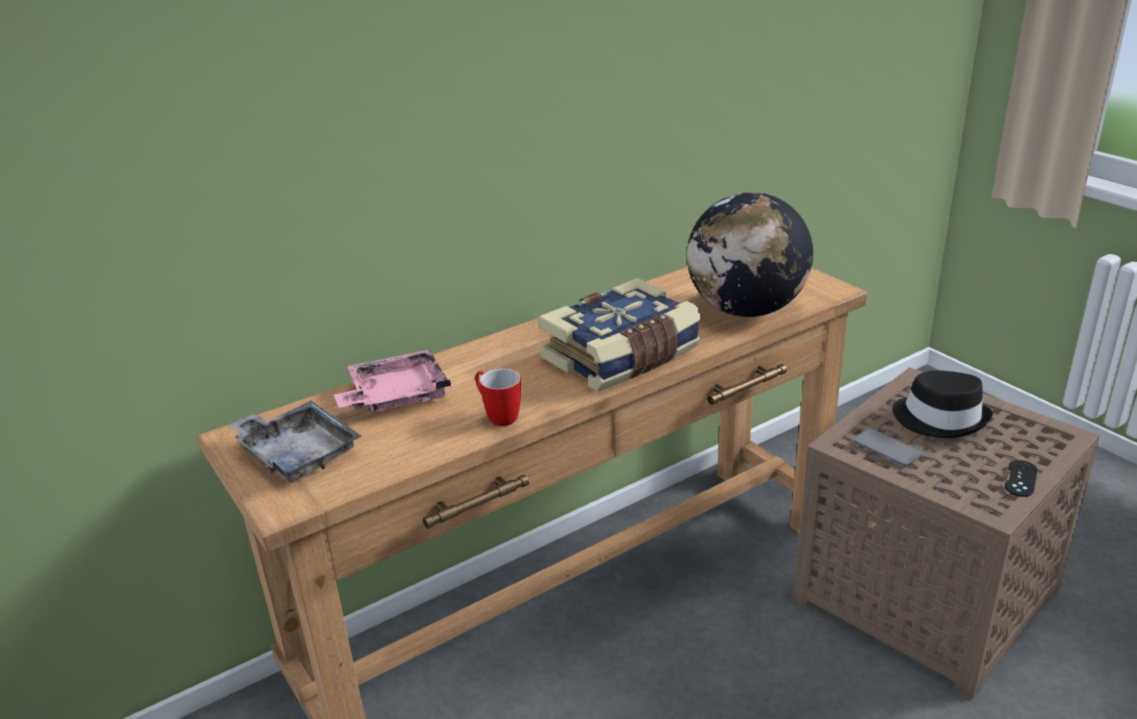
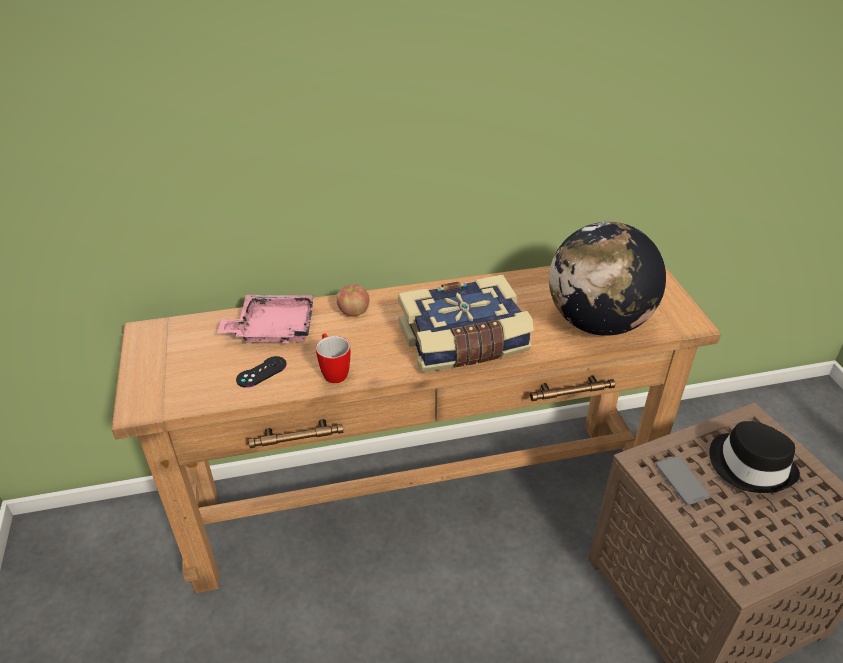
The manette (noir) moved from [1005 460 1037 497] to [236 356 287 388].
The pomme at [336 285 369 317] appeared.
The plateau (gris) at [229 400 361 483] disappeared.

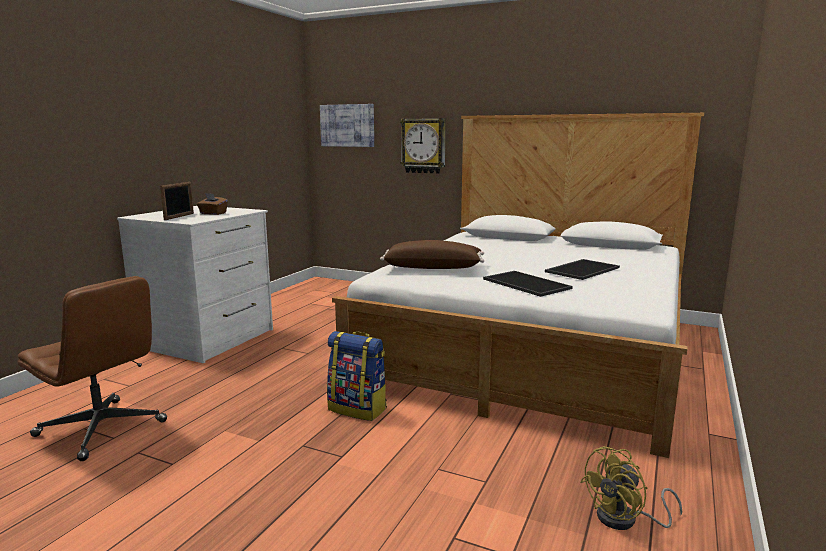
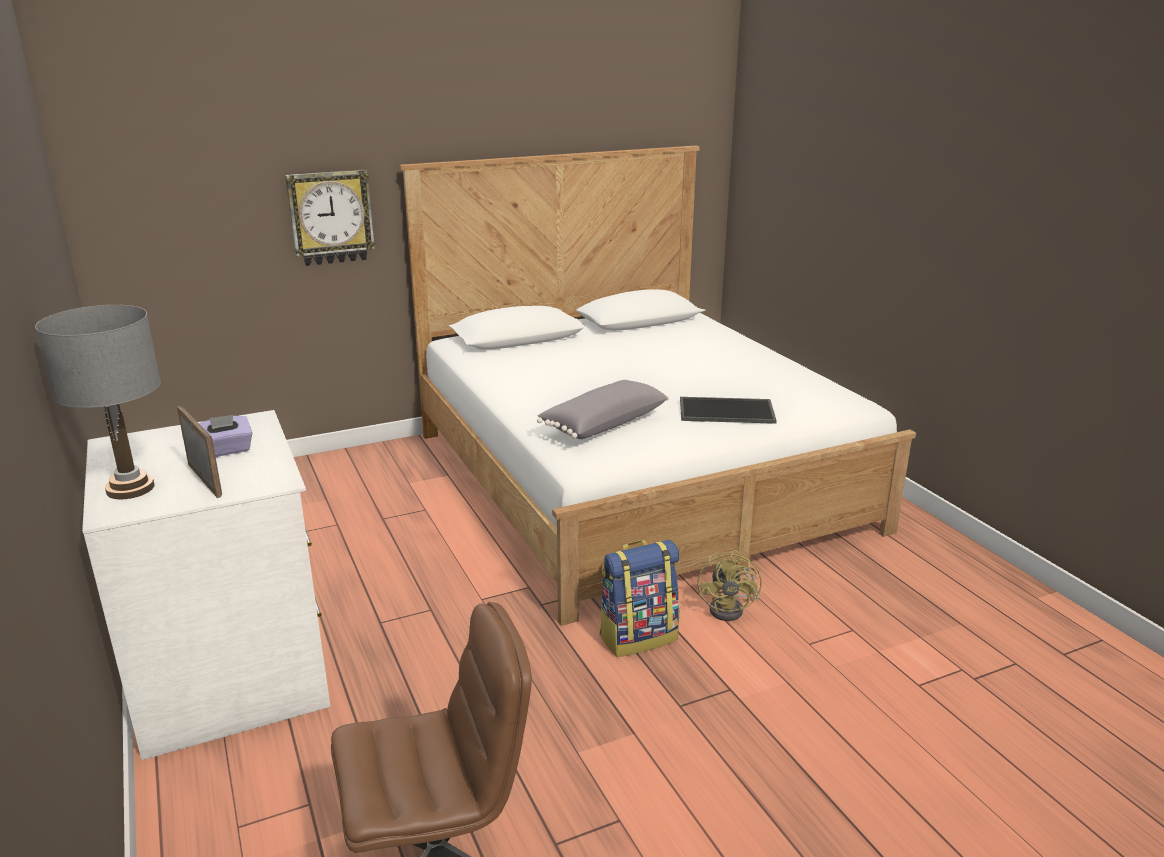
The lampe de table (gris) at [35 305 161 499] appeared.
The boîte à mouchoirs (marron) at [197 193 228 215] became the boîte à mouchoirs (violet) at [199 415 253 457].
The coussin (marron) at [380 240 484 269] became the coussin (gris) at [537 380 669 439].
The ventilateur (jaune) moved from [580 446 682 530] to [698 550 762 621].
The tableau at [320 104 374 147] disappeared.
The plateau at [545 259 620 280] disappeared.

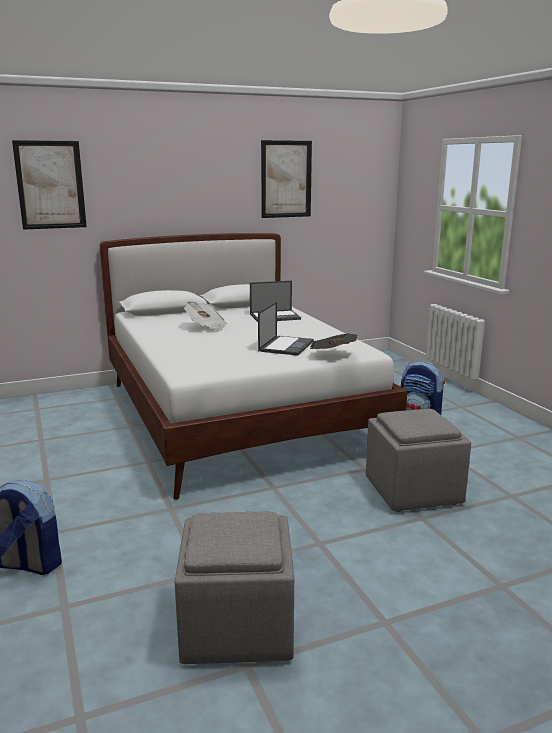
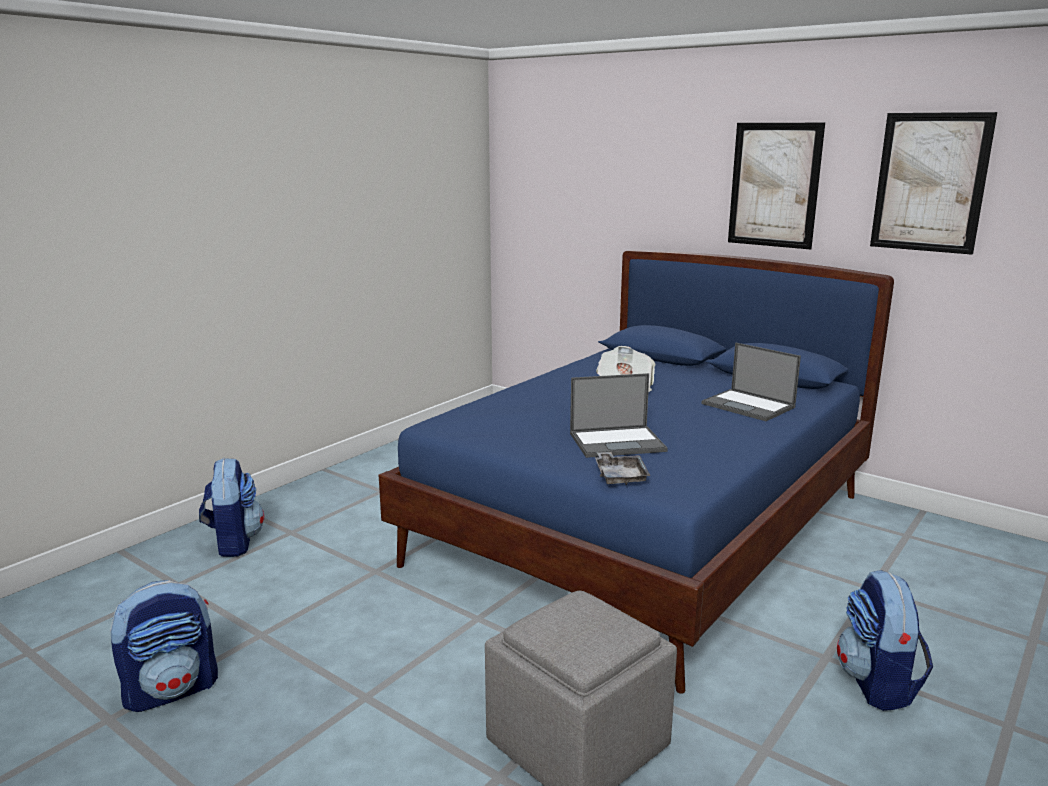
The pouf (gris) at [175 512 294 664] was replaced by the sac à dos at [110 580 218 712].
The lit (blanc) at [100 233 408 500] became the lit (bleu) at [379 250 894 694].
The journal at [310 333 358 349] was replaced by the plateau (gris) at [595 452 650 485].
The tableau moved from [12 140 87 230] to [728 123 825 250].

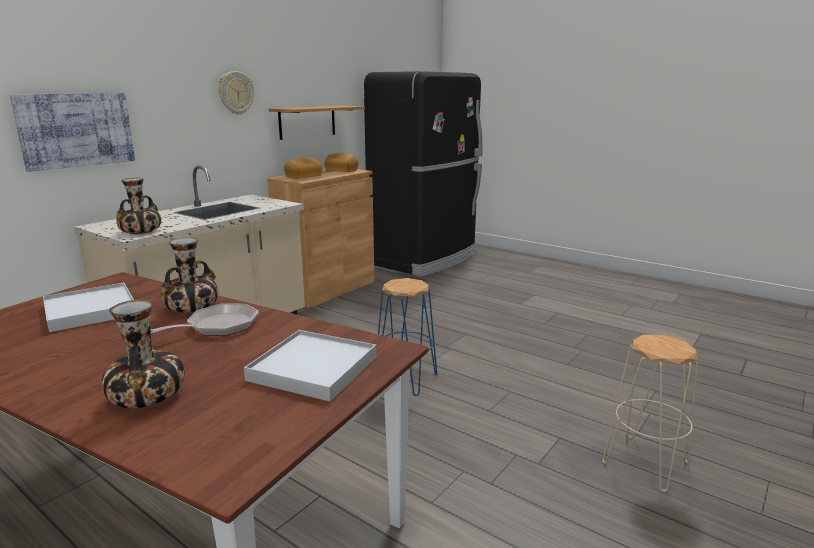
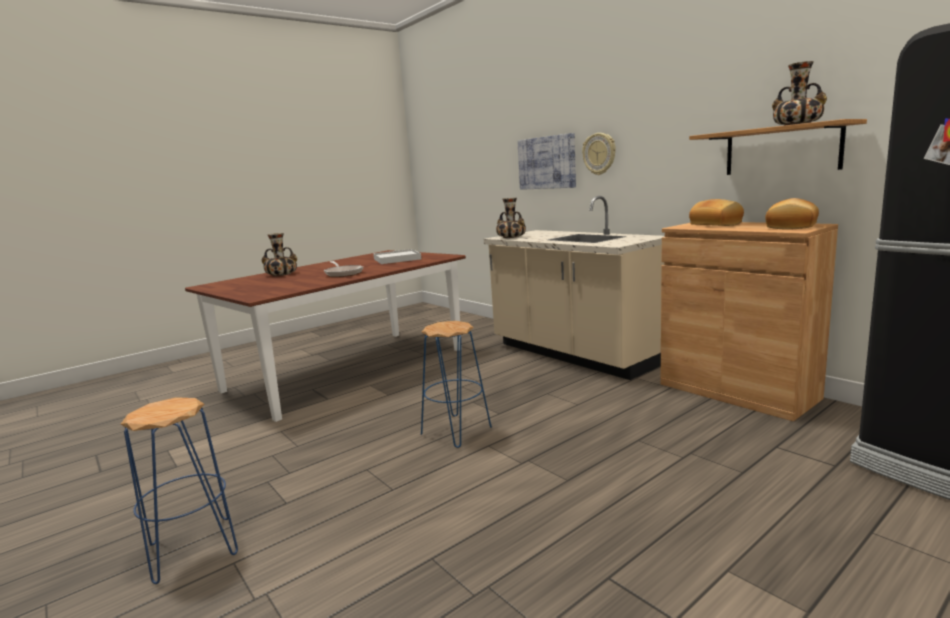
The tabouret (beige) at [603 335 698 492] became the tabouret (bleu) at [120 397 238 584].
The horloge murale moved from [218 71 254 115] to [582 133 616 175].
The vase moved from [160 237 218 313] to [772 61 827 126].
The plateau (blanc) at [244 330 376 401] disappeared.

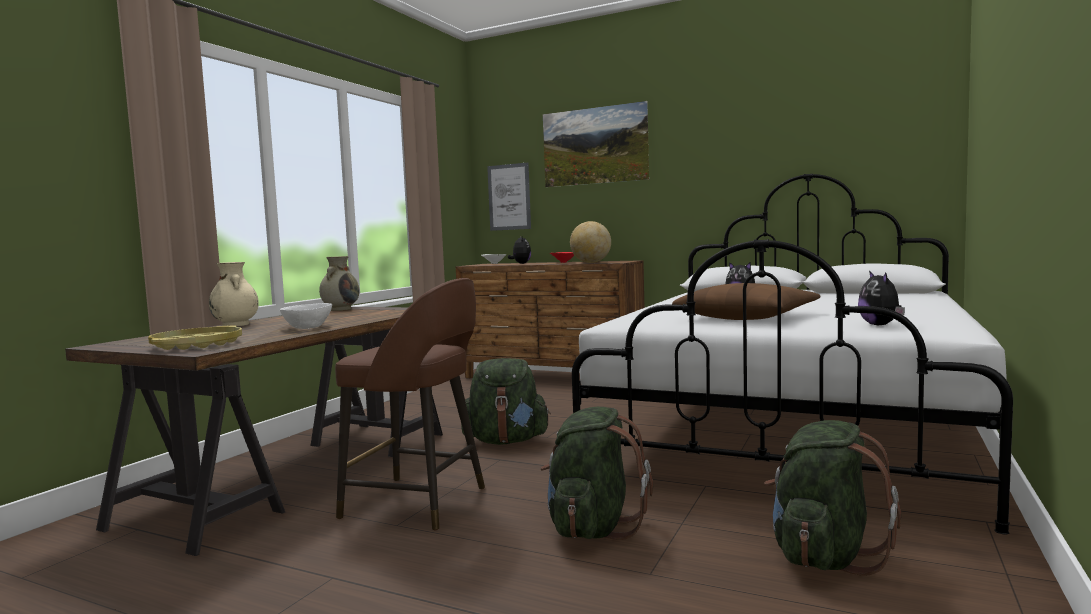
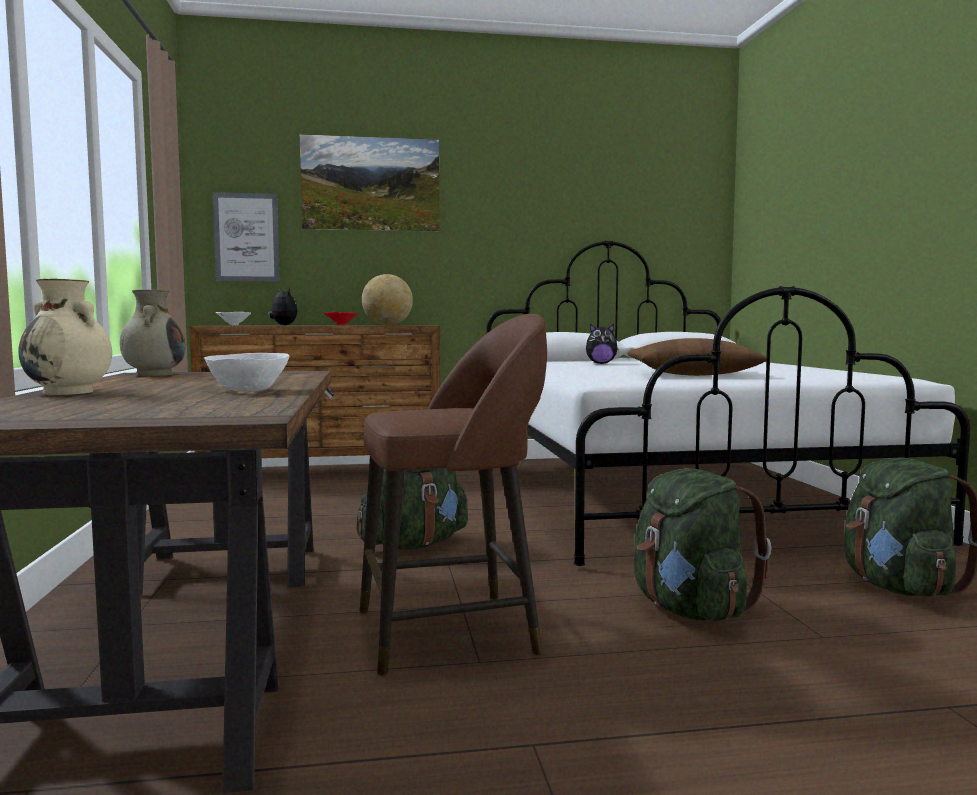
The plateau (jaune) at [148 326 242 350] disappeared.
The peluche at [858 271 905 325] disappeared.

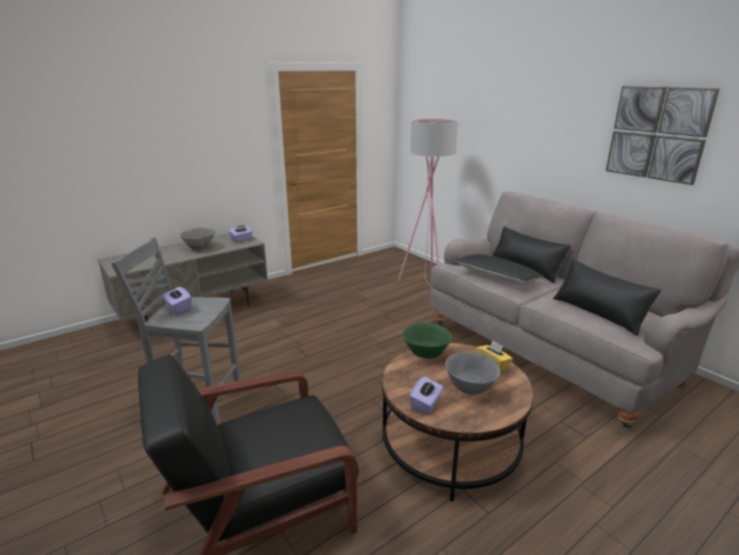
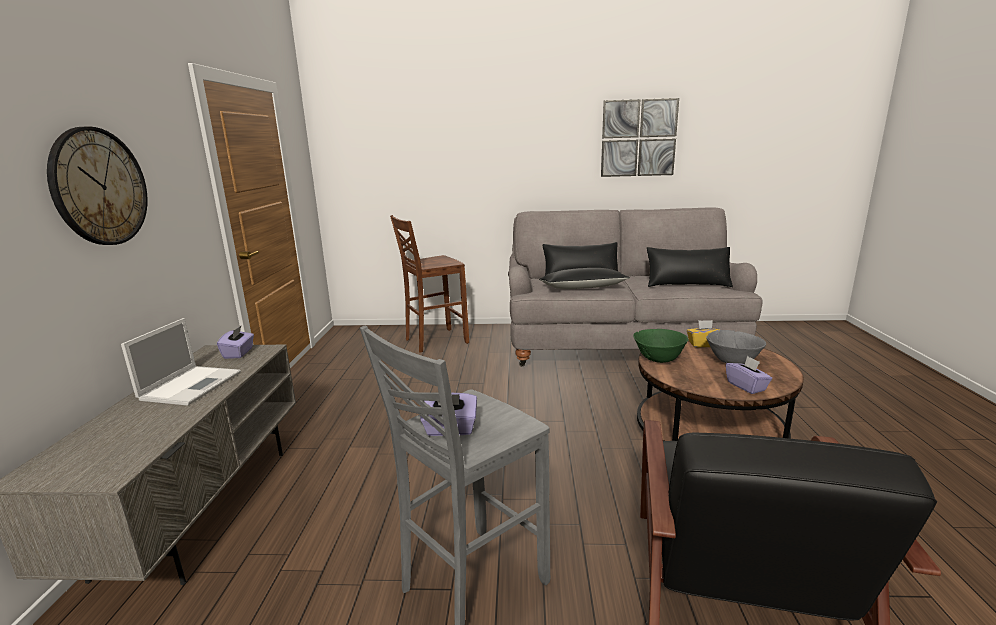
The horloge murale at [47 126 148 245] appeared.
The bol (gris) at [180 228 216 249] was replaced by the ordinateur portable at [121 318 241 406].
The lampadaire (rose) at [398 119 458 288] was replaced by the tabouret (marron) at [390 215 469 353].

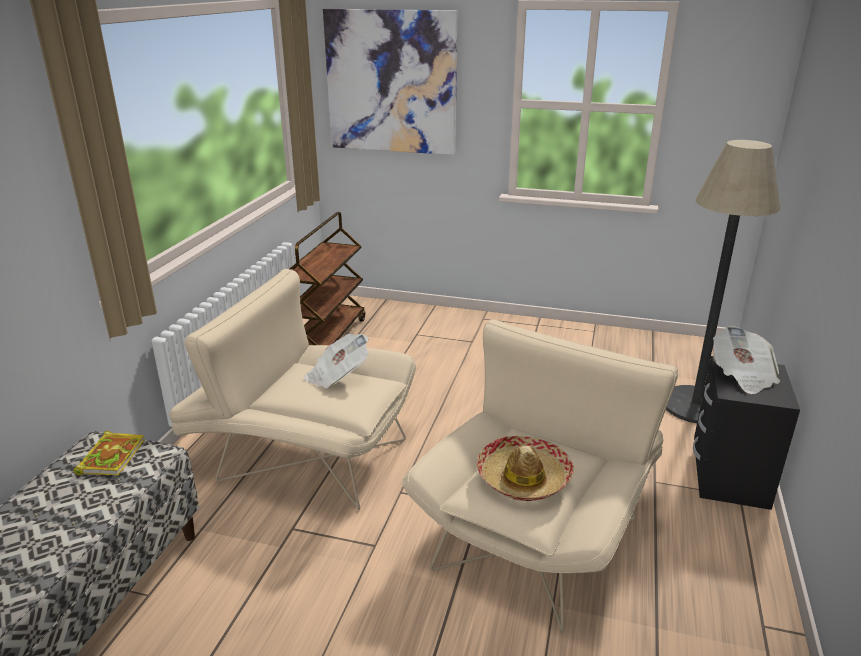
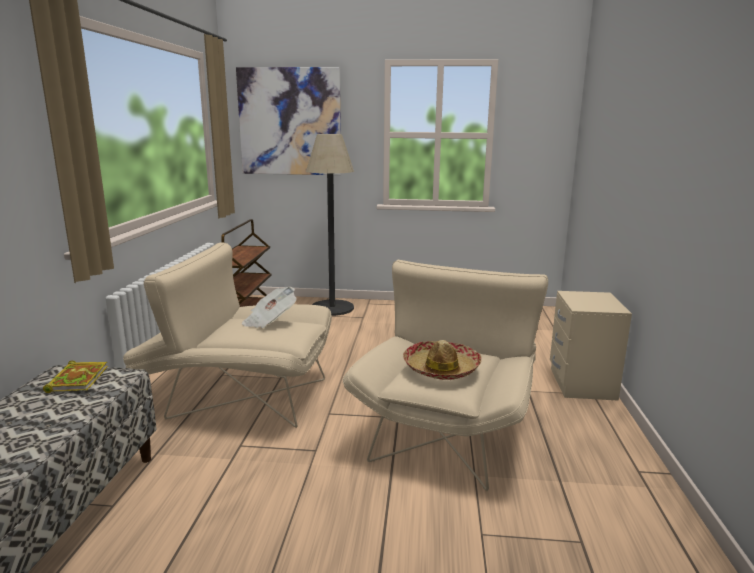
The lampadaire moved from [666 140 780 423] to [306 134 354 316].
The table de chevet (noir) at [693 356 800 510] became the table de chevet (beige) at [550 291 632 401].
The journal at [713 326 780 394] disappeared.

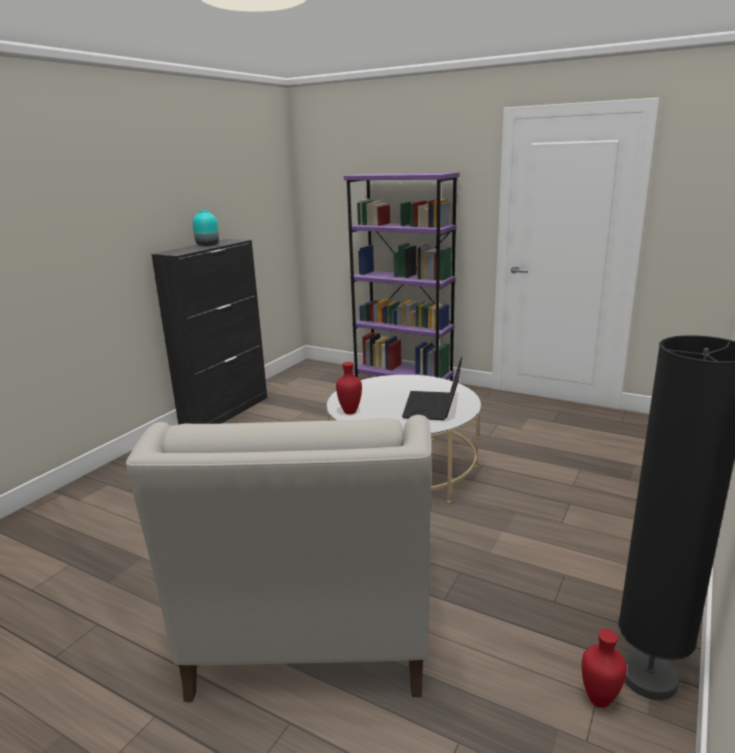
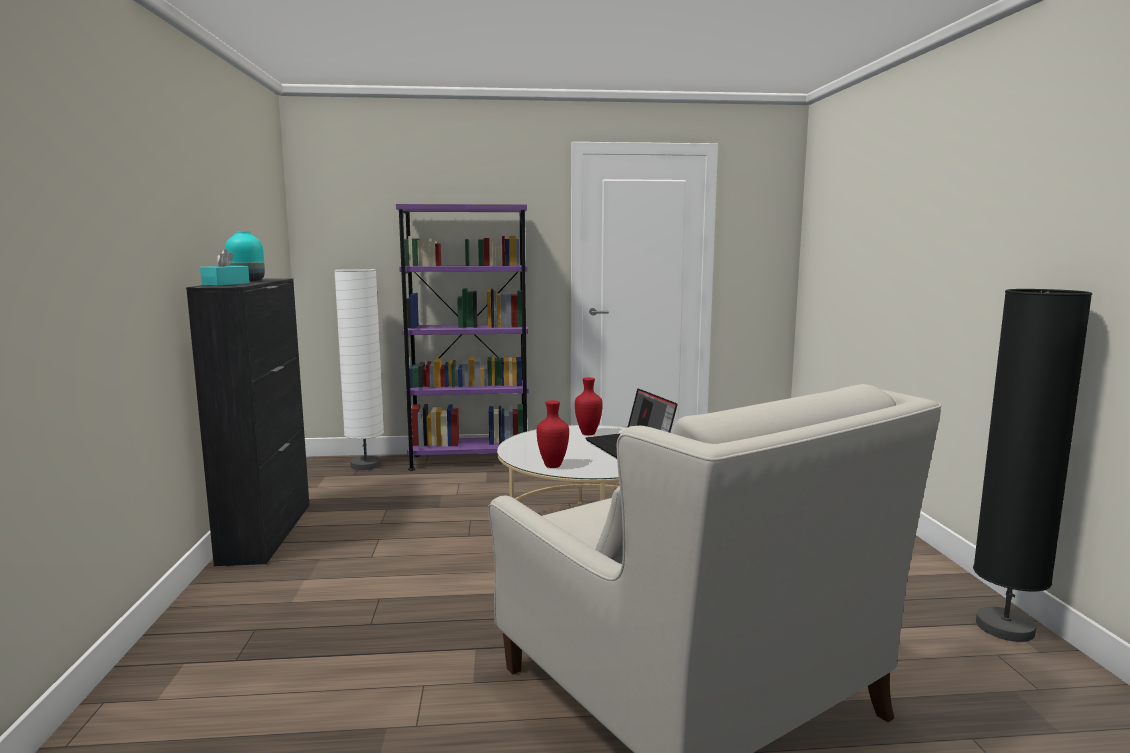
The boîte à mouchoirs (turquoise) at [200 249 250 286] appeared.
The lampadaire (blanc) at [334 269 384 470] appeared.
The vase (rouge) moved from [582 629 627 708] to [575 378 603 435].

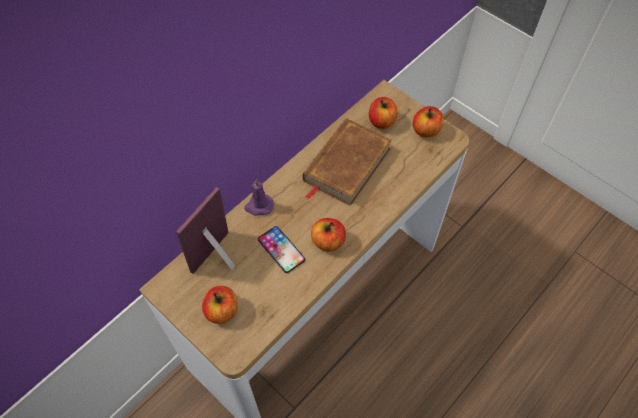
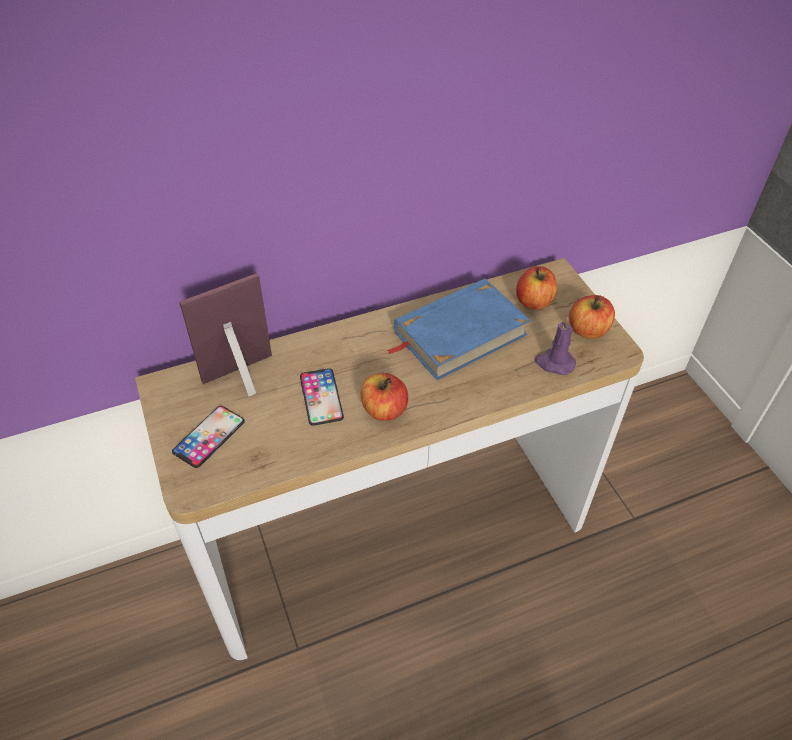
The pomme at [202 286 238 324] was replaced by the téléphone at [172 406 245 468].
The livre (marron) at [303 118 392 206] became the livre (bleu) at [386 278 530 380].
The bougie (violet) moved from [244 179 274 216] to [535 317 576 375].

